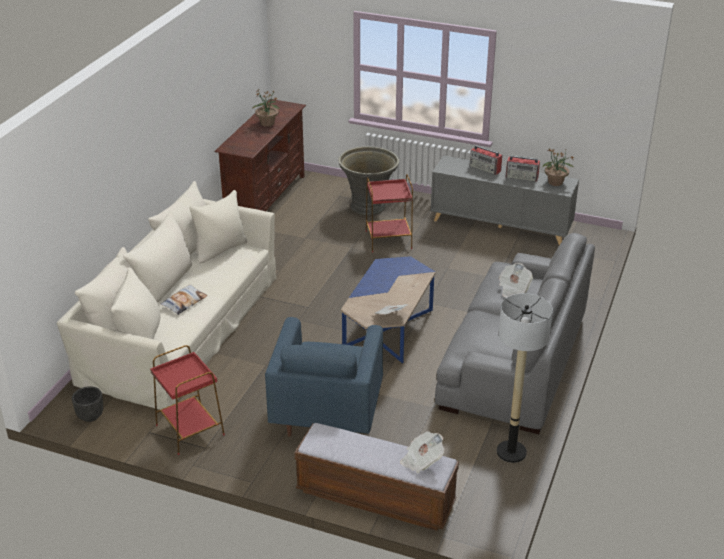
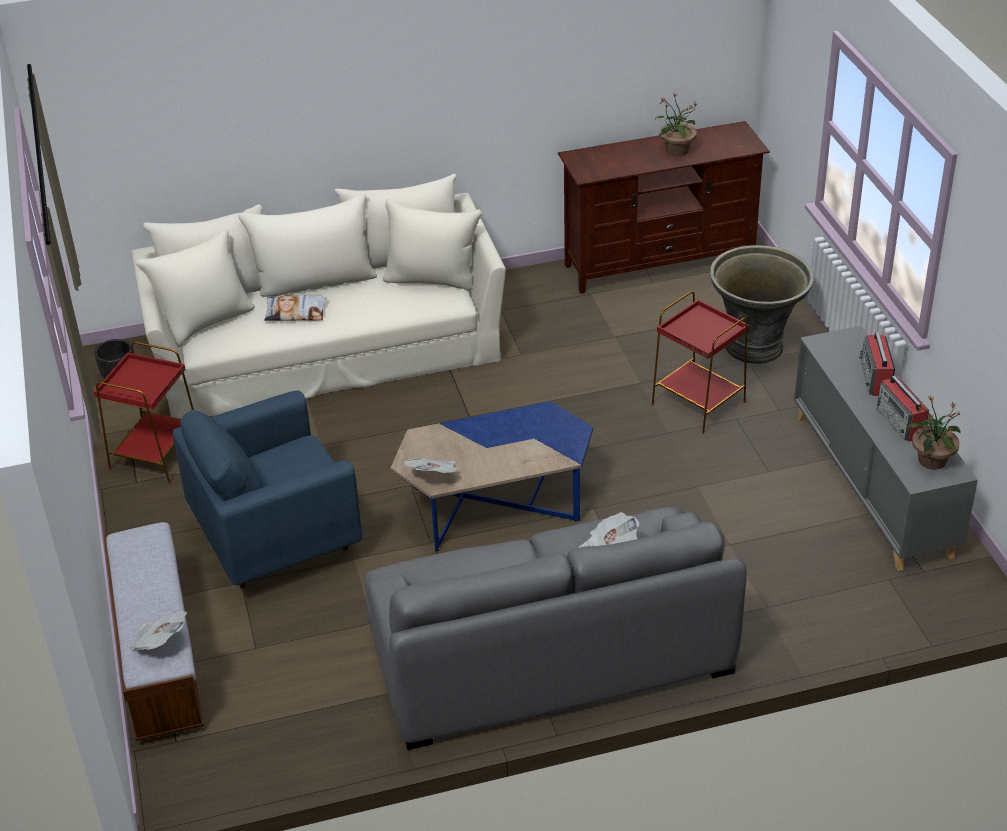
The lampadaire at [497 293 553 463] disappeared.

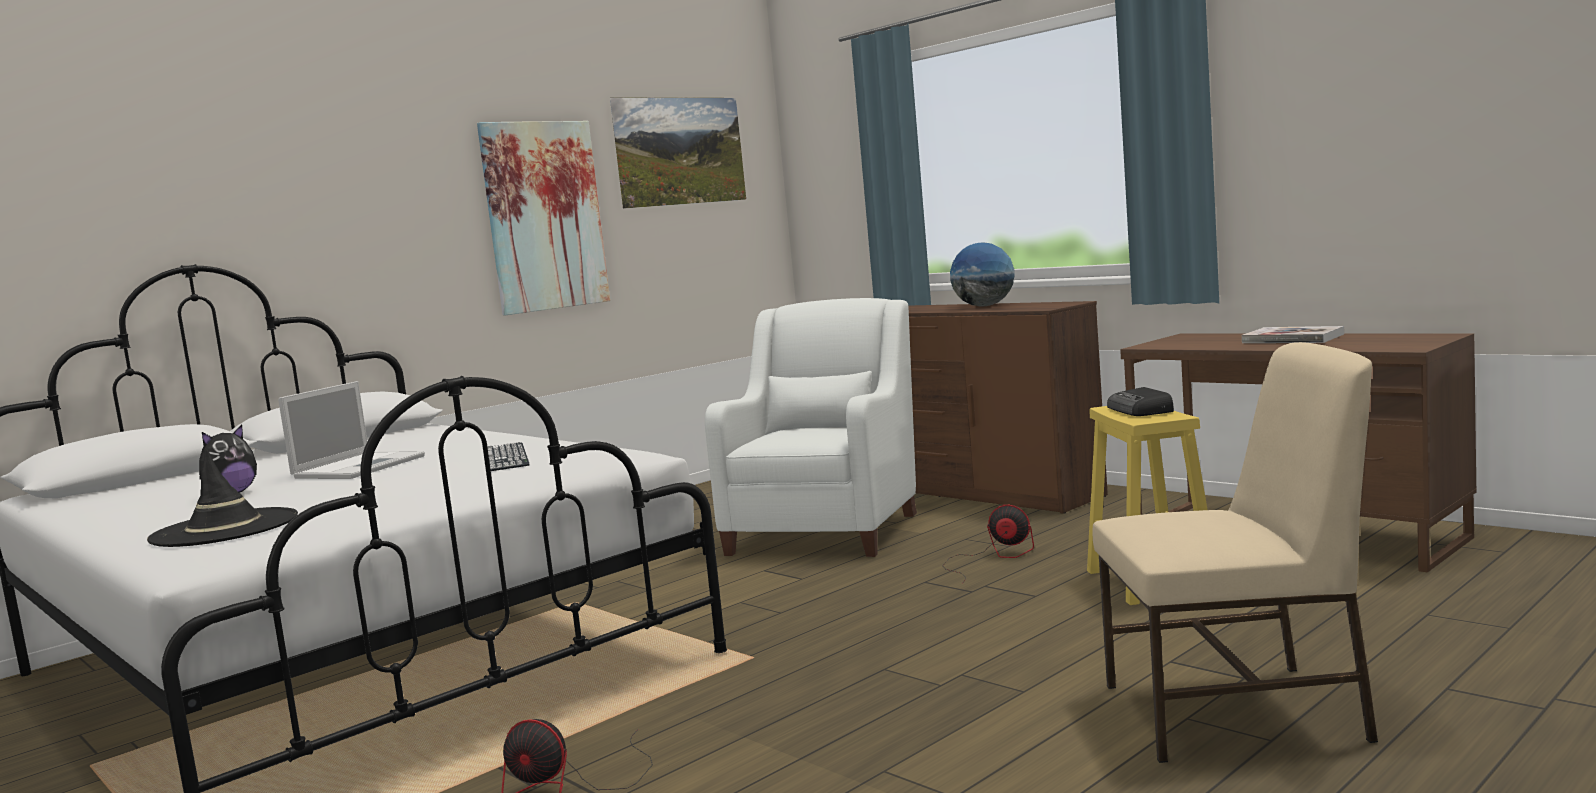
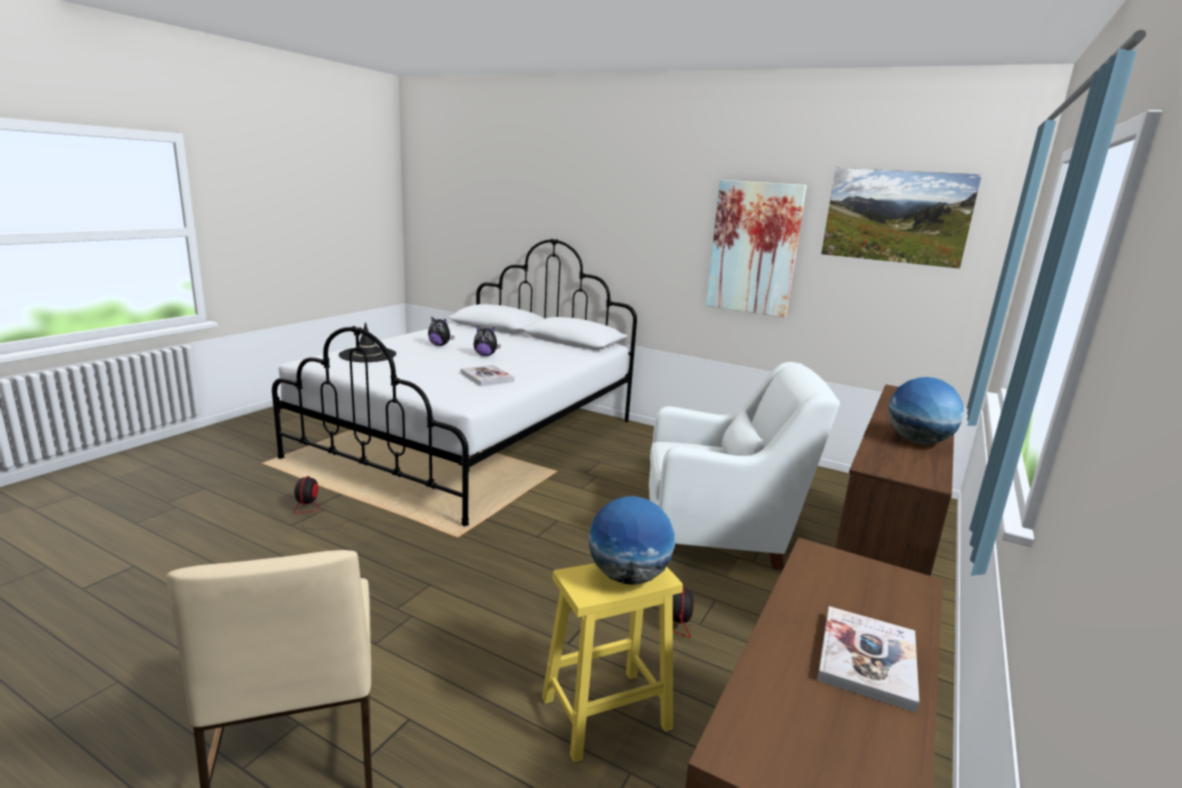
The clavier at [487 442 530 471] was replaced by the livre at [461 365 514 386].
The ordinateur portable at [278 381 425 479] was replaced by the peluche at [473 326 501 356].
The radio at [1107 387 1174 416] was replaced by the globe at [588 496 675 585].

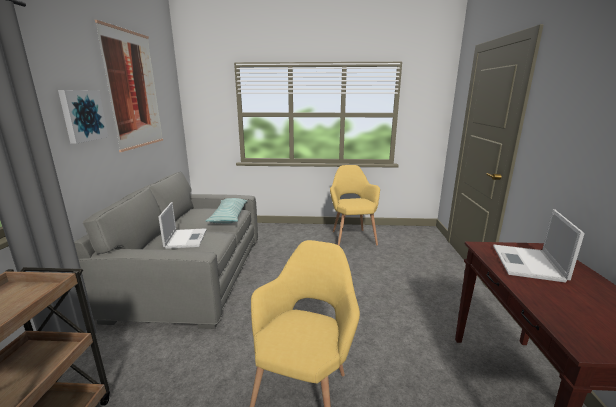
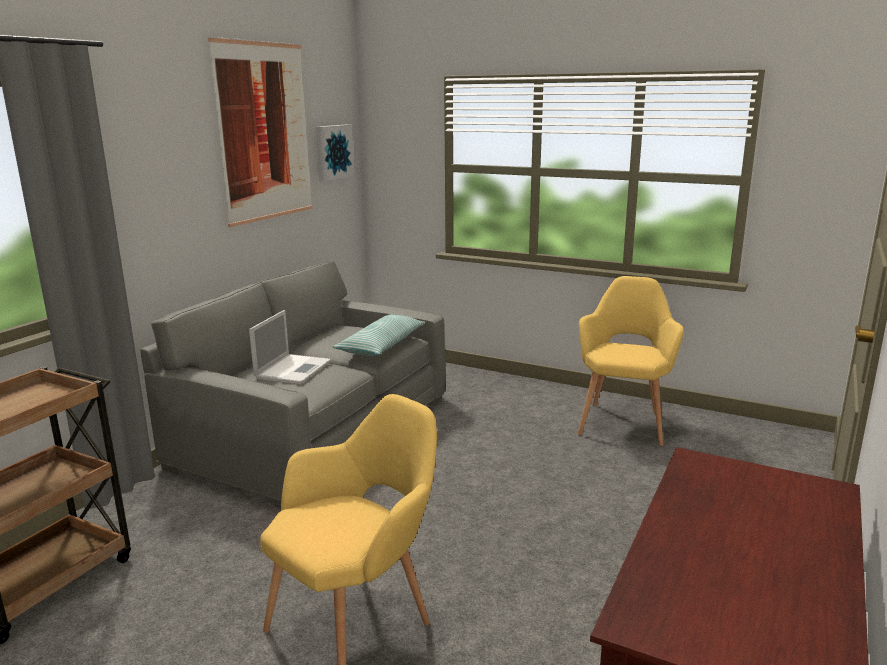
The tableau moved from [58 90 108 144] to [316 124 354 181].
The ordinateur portable at [493 209 585 283] disappeared.

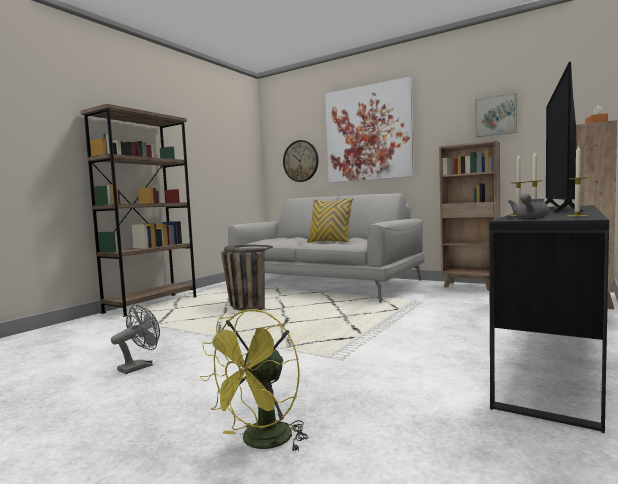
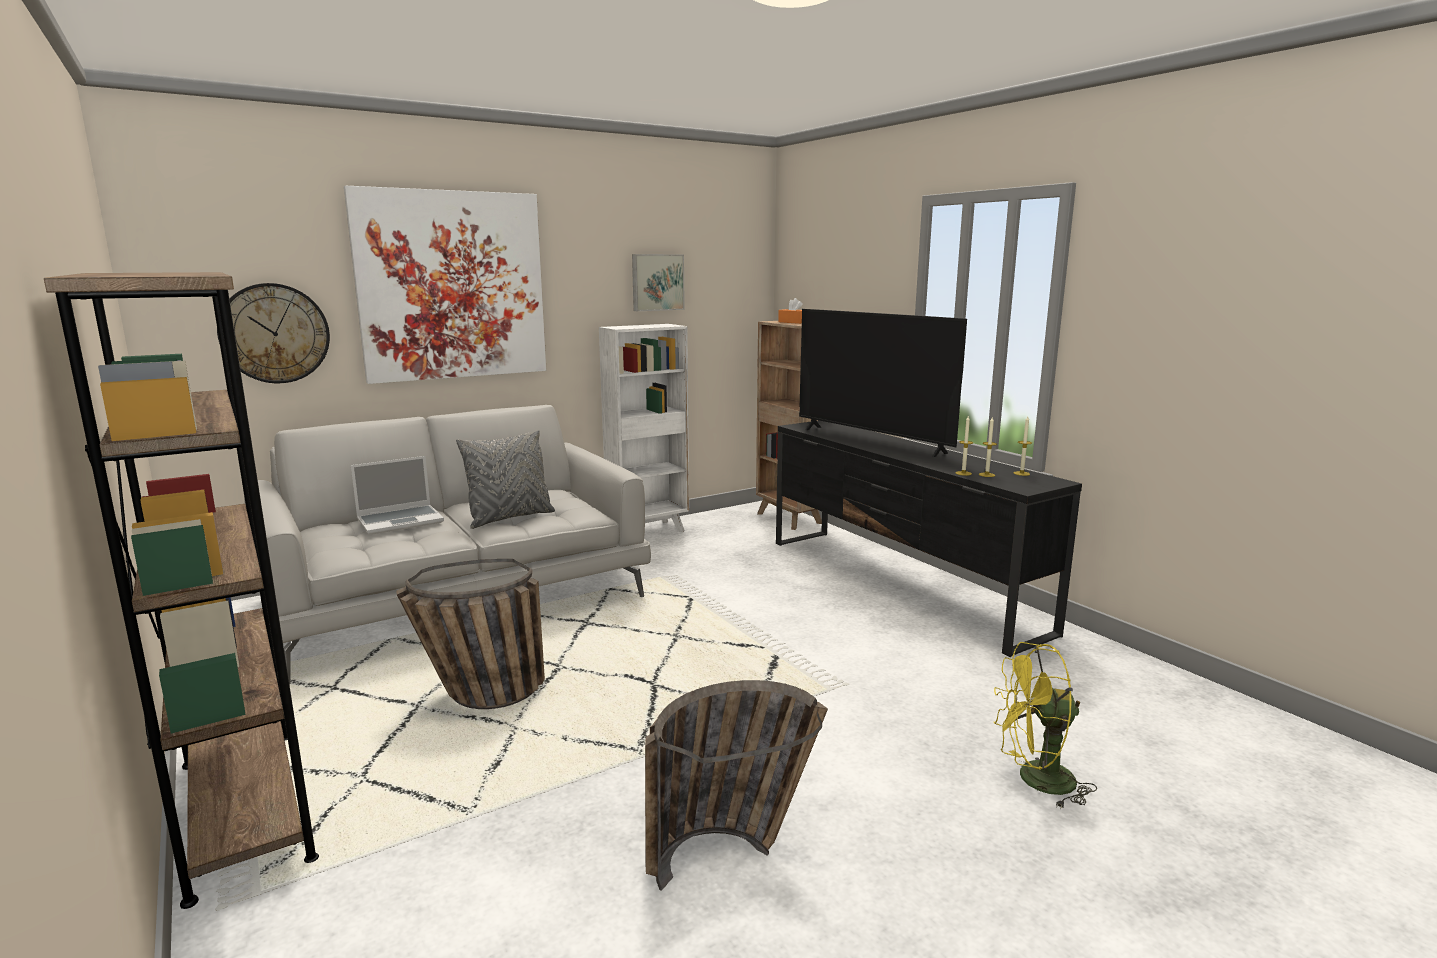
The ordinateur portable at [351 456 444 535] appeared.
The coussin (jaune) at [307 198 353 243] became the coussin (gris) at [456 430 555 529].
The bibliothèque (marron) at [439 140 500 291] became the bibliothèque (blanc) at [599 324 689 532].
The ventilateur (gris) at [111 304 160 374] was replaced by the panier at [645 680 828 891].
The ventilateur (jaune) at [200 309 309 452] turned 120 degrees clockwise.
The théière (gris) at [508 193 550 218] disappeared.

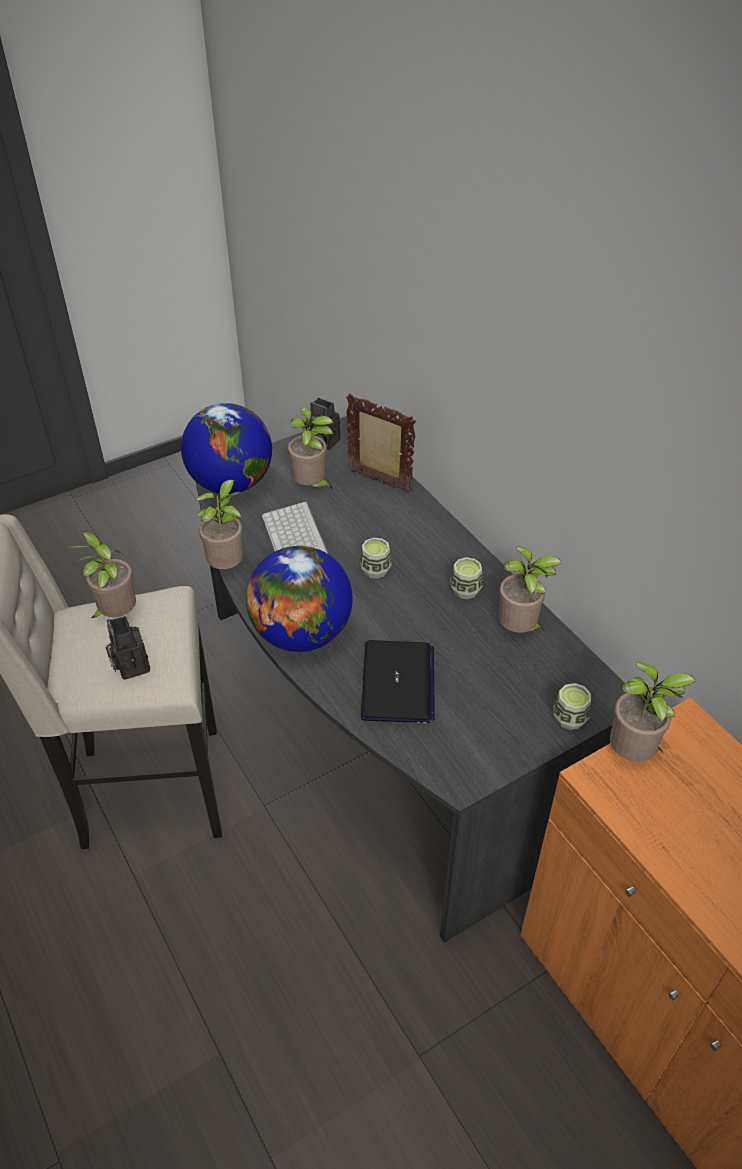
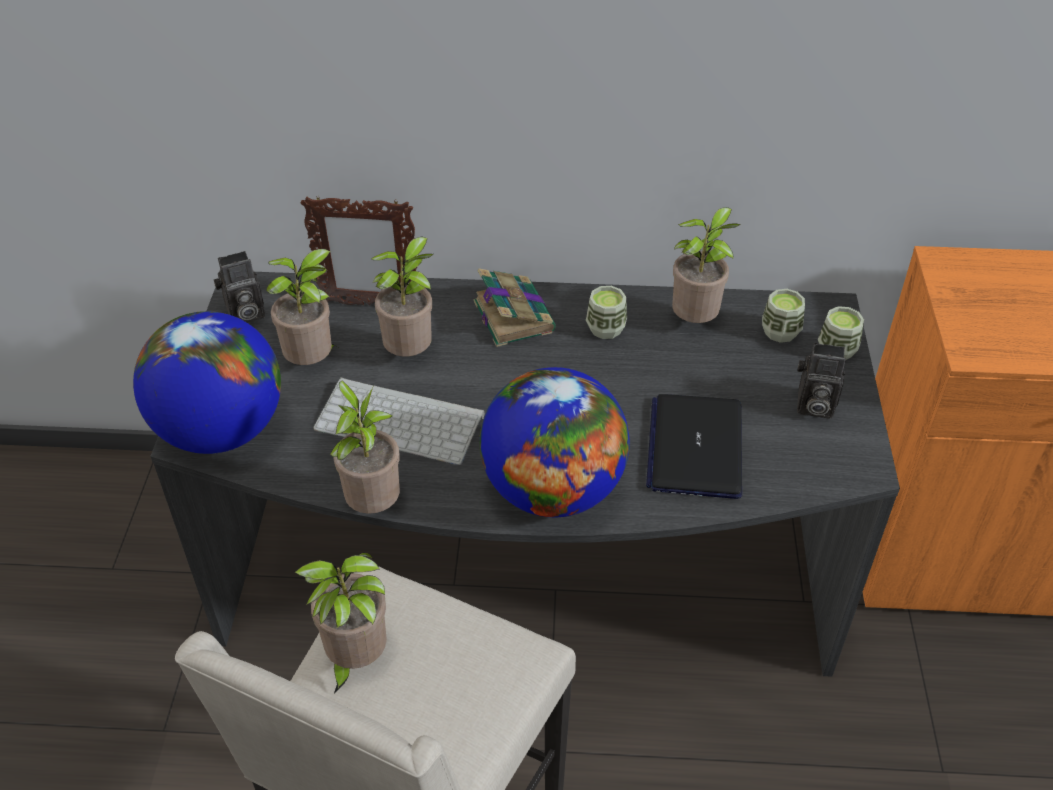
The cadre photo at [346 394 416 493] turned 150 degrees counterclockwise.
The plante en pot moved from [610 662 697 762] to [371 236 433 356].
The livre at [474 268 556 347] appeared.
The ordinateur portable at [361 640 435 723] turned 120 degrees counterclockwise.
The tasse moved from [360 538 391 579] to [762 289 805 343].
The appareil photo moved from [105 616 150 680] to [797 343 846 419].

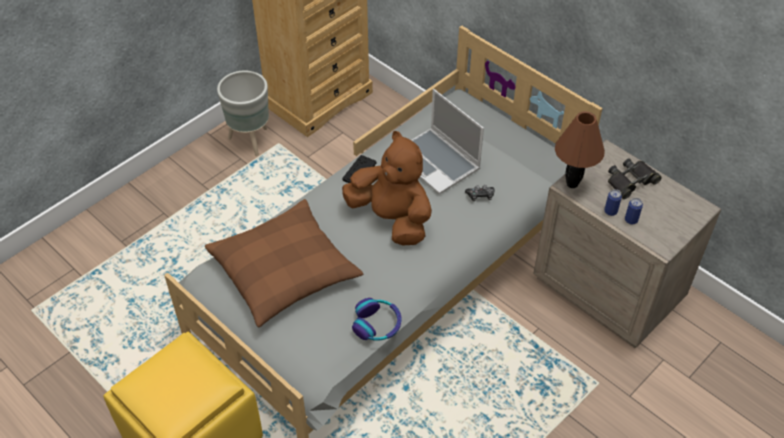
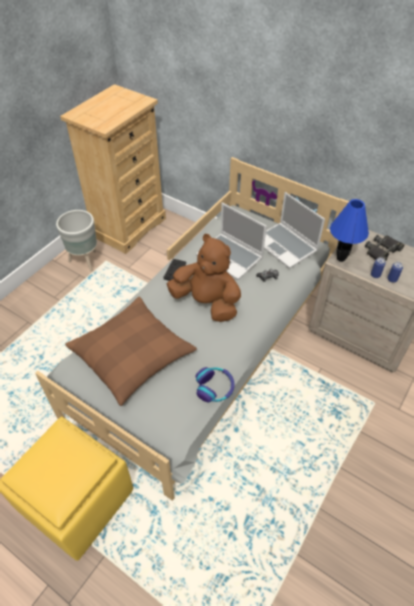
The ordinateur portable at [264 192 325 269] appeared.
The lampe de table (marron) at [555 111 605 188] became the lampe de table (bleu) at [330 199 369 262].

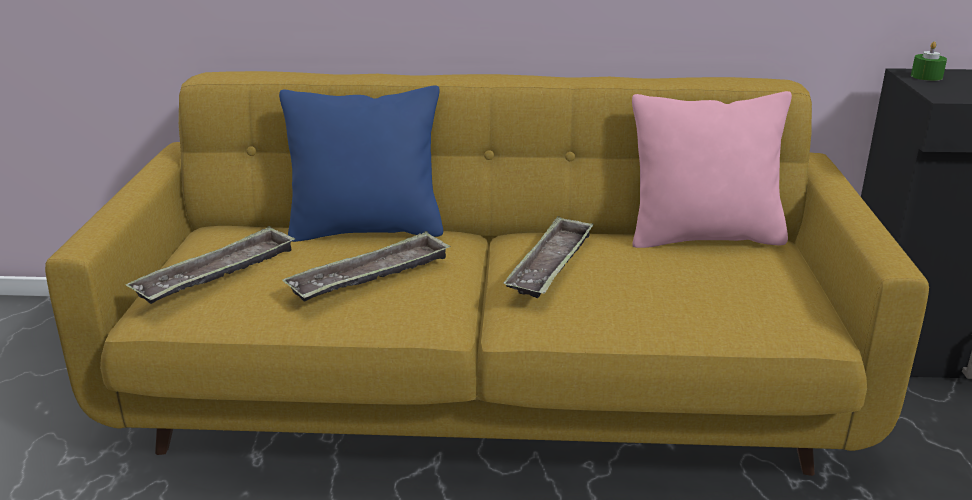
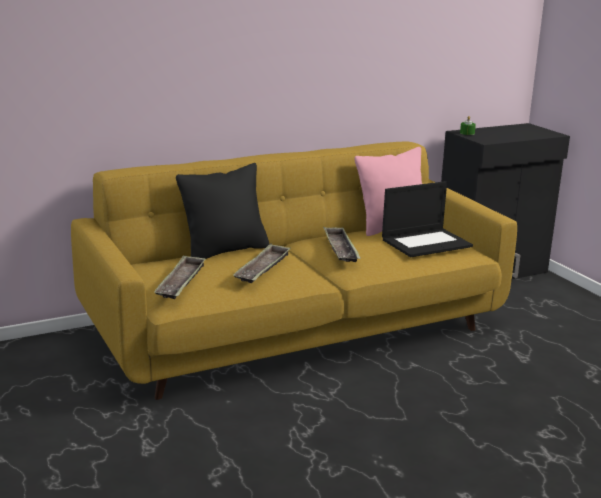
The coussin (bleu) at [279 85 443 242] became the coussin (noir) at [176 163 269 259].
The ordinateur portable at [382 181 473 257] appeared.

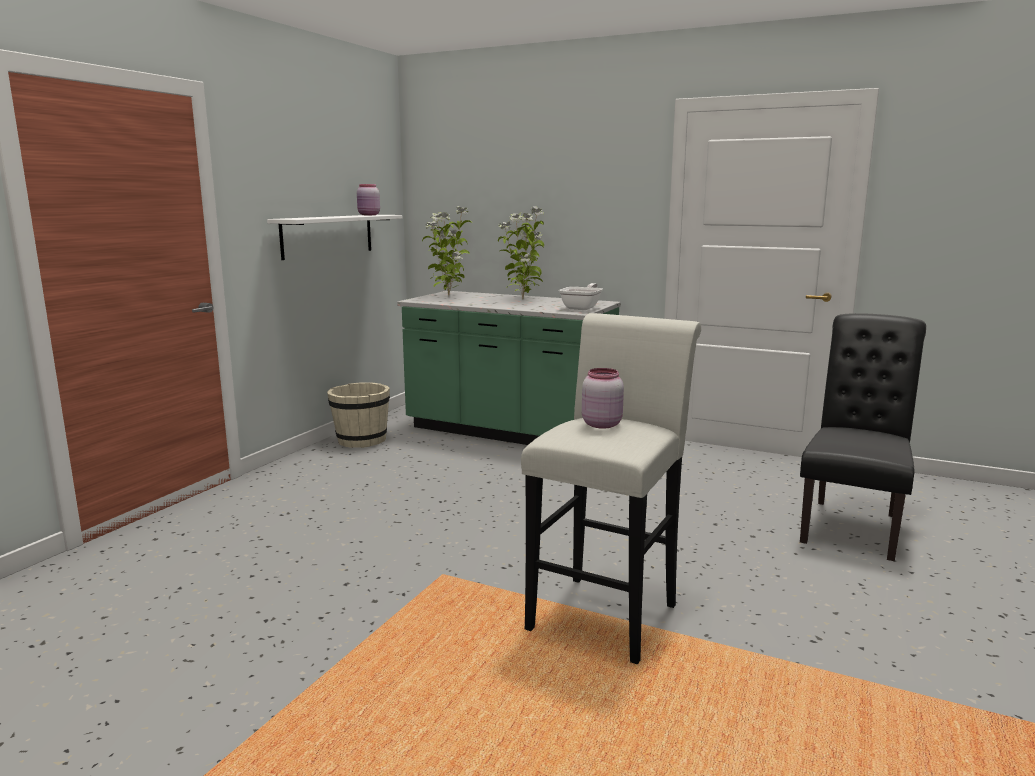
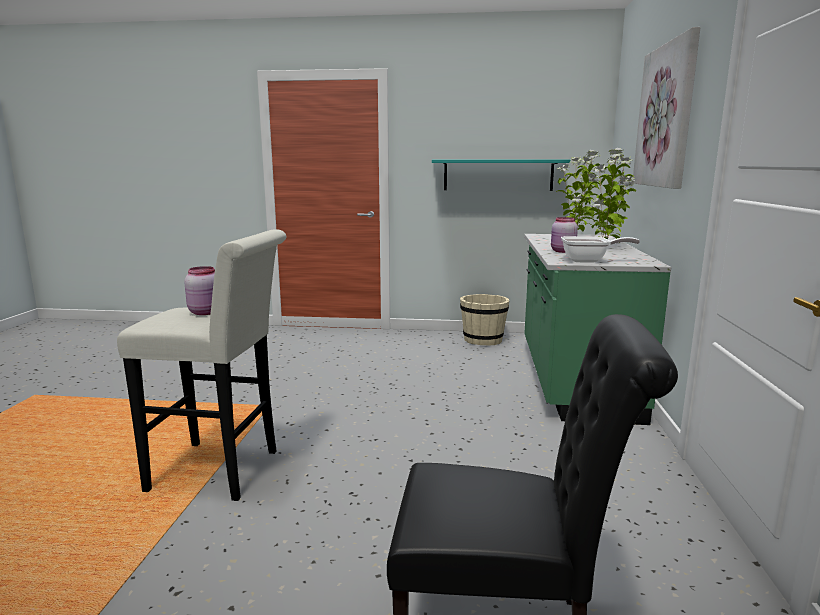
The étagère (blanc) at [267 215 402 260] became the étagère (turquoise) at [432 160 571 191].
The bocal (rose) moved from [357 184 380 215] to [551 217 578 253].
The tableau at [633 27 700 189] appeared.

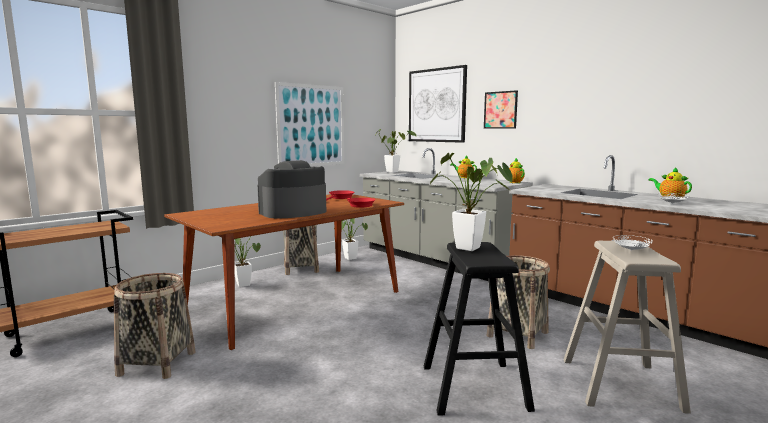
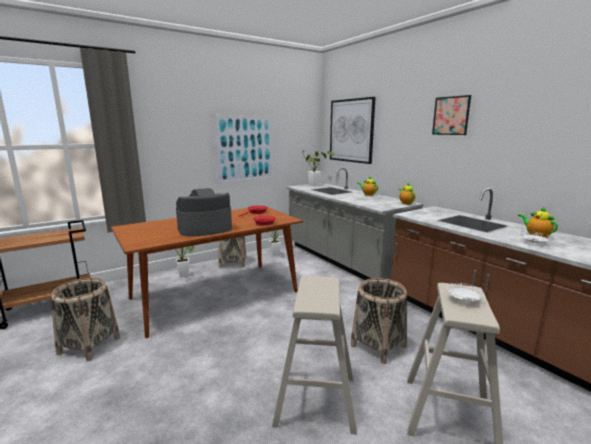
The tabouret (noir) at [424 242 535 416] became the tabouret (beige) at [272 276 357 435].
The tableau moved from [484 90 518 129] to [432 95 471 135].
The plante en pot at [430 153 513 251] disappeared.

